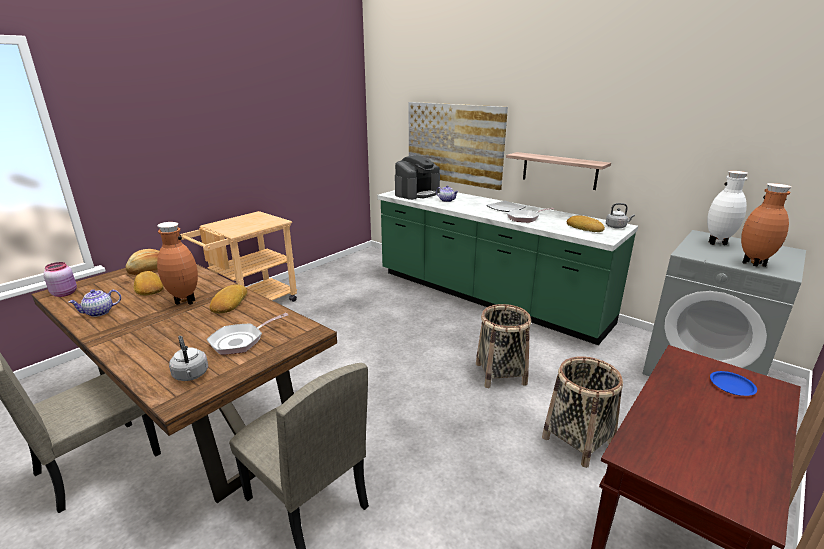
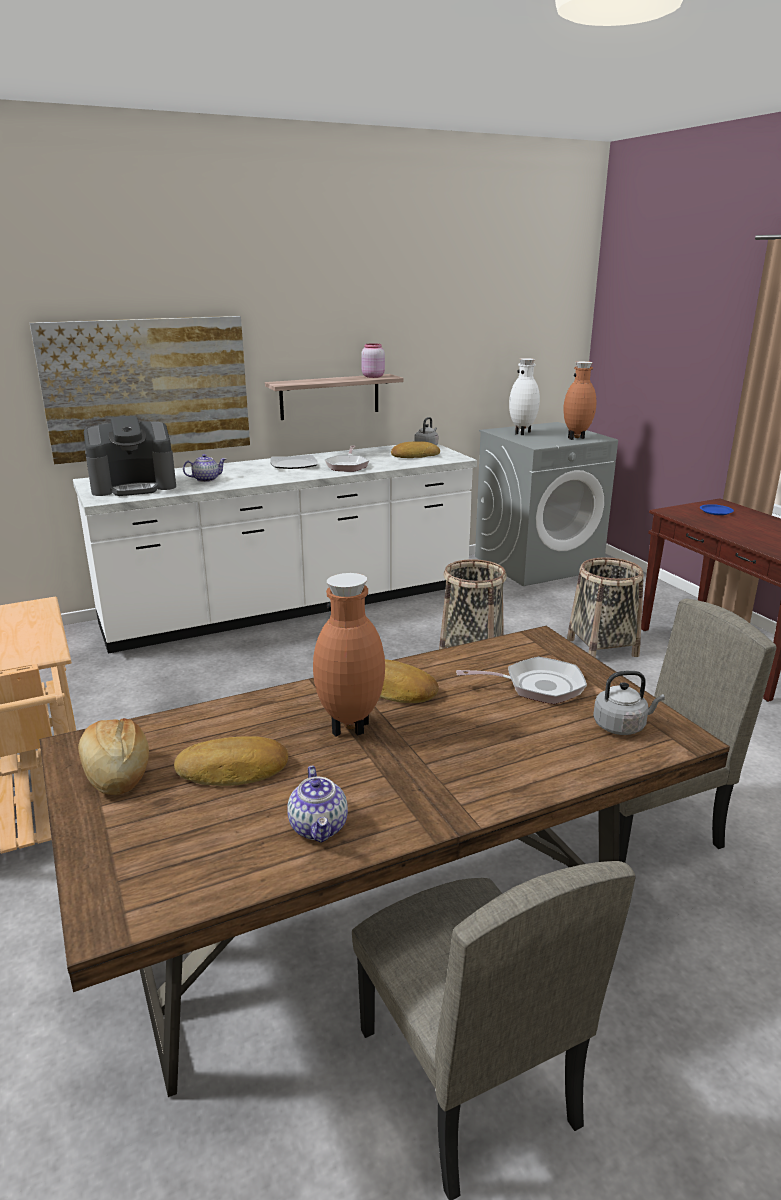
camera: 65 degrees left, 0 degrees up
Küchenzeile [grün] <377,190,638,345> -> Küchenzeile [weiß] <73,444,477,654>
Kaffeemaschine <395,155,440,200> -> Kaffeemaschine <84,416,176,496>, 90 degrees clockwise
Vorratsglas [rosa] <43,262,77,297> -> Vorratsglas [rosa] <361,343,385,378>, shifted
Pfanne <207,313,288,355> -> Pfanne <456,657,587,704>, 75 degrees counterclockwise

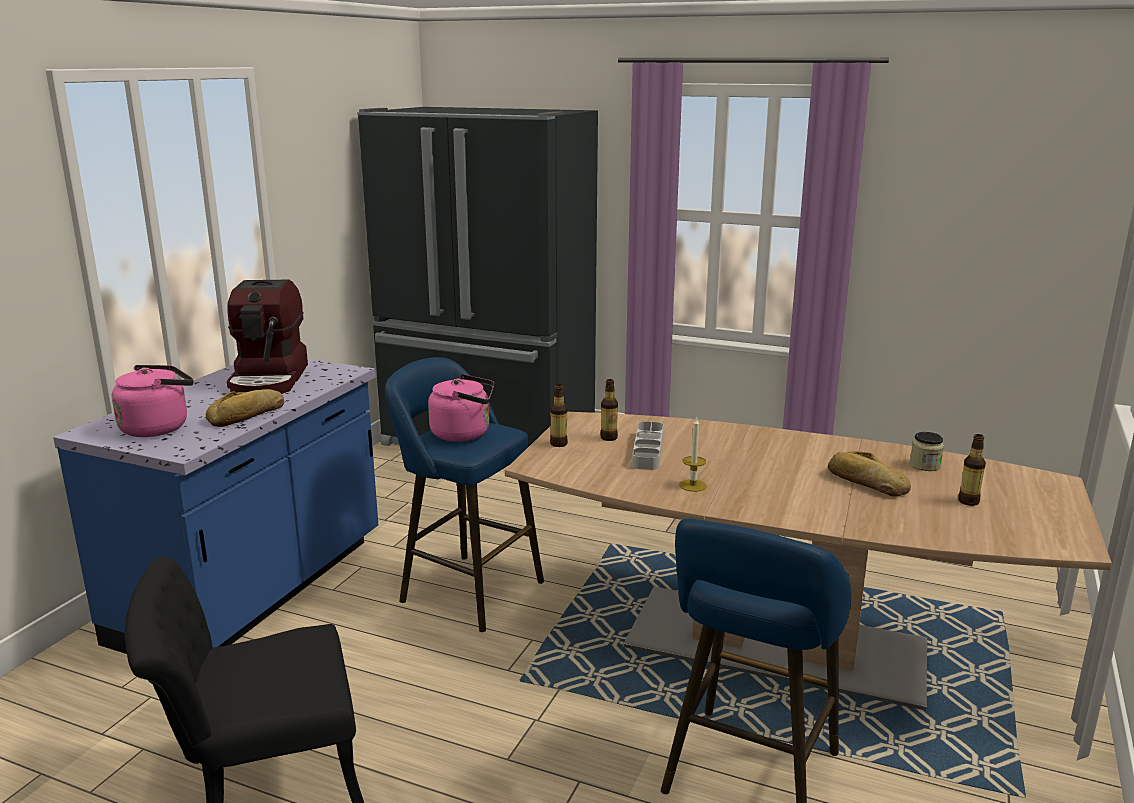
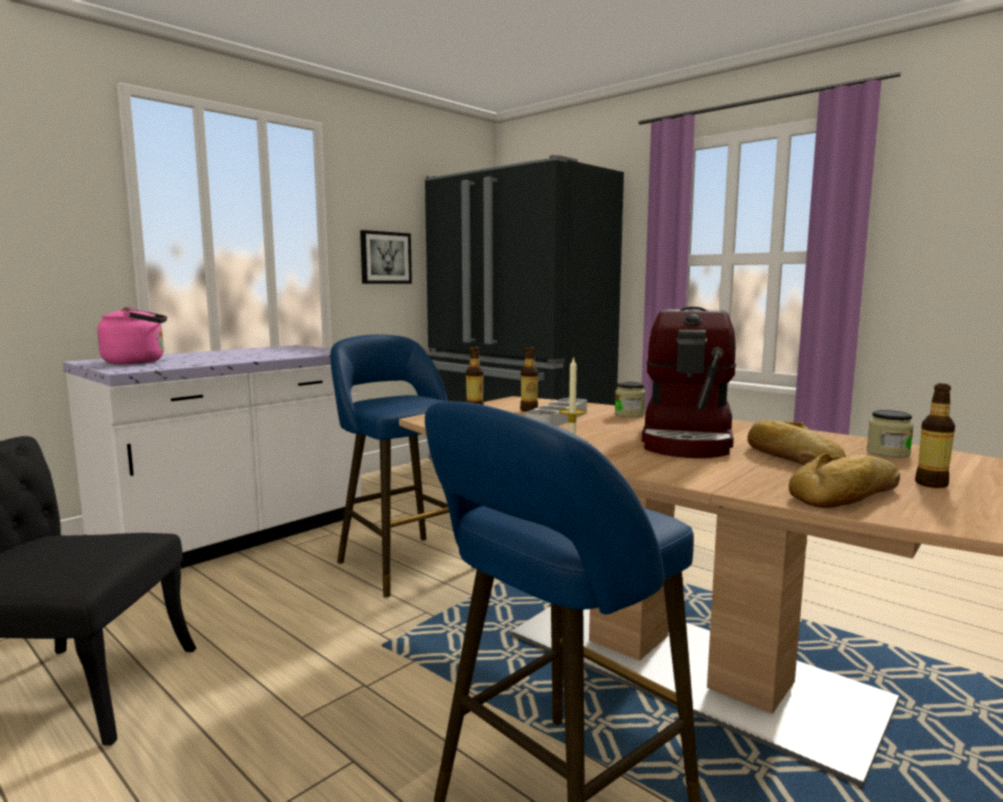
camera: 20 degrees right, 10 degrees down
Küchenzeile [blau] <53,359,378,654> -> Küchenzeile [weiß] <62,345,362,569>
none -> Bild <360,230,412,284>
none -> Vorratsglas <615,382,646,417>
Kaffeemaschine <227,280,308,394> -> Kaffeemaschine <642,307,736,458>, shifted
Brot <206,389,285,427> -> Brot <789,453,900,508>, shifted
Wasserkessel [rosa] <428,374,495,442> -> none

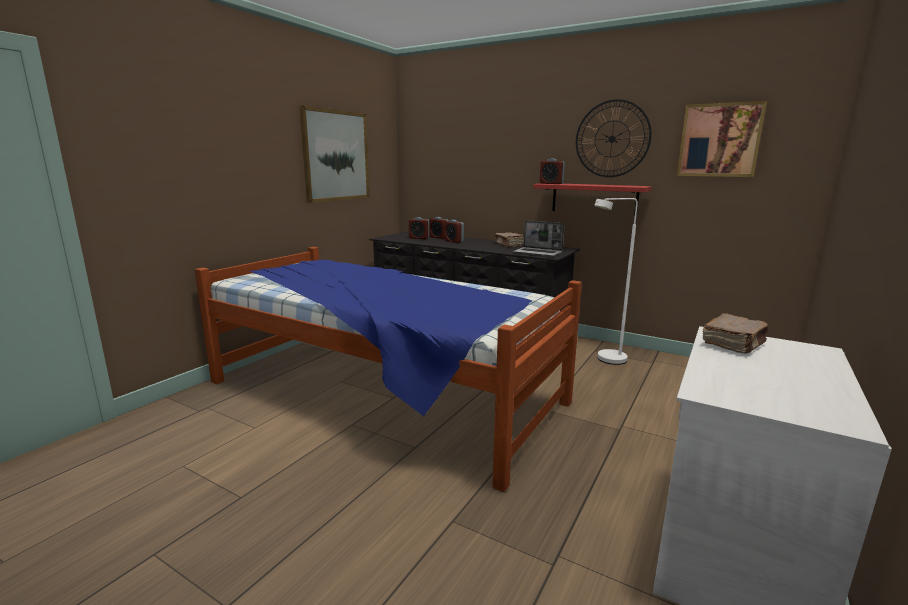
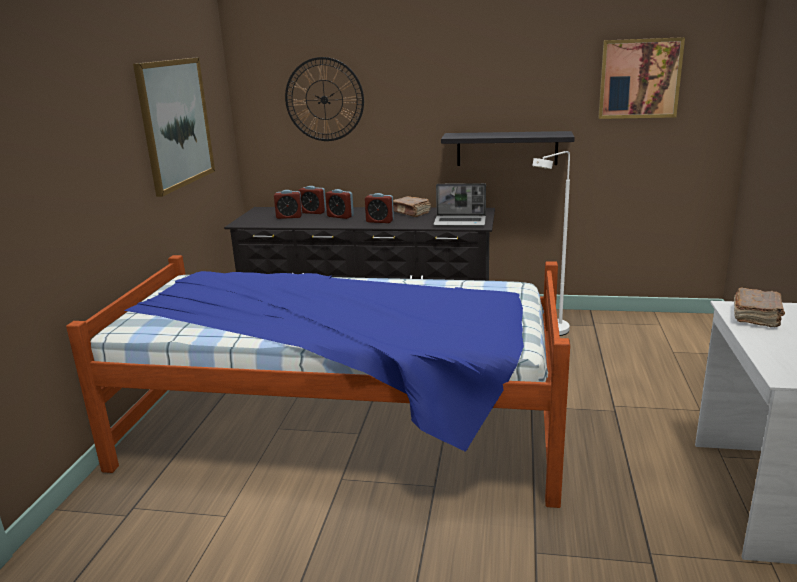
camera: 20 degrees left, 5 degrees up
Wanduhr <576,99,652,177> -> Wanduhr <285,57,364,141>, shifted
Wecker <540,159,565,184> -> Wecker <365,193,394,223>, shifted
Wandregal [rot] <534,183,652,216> -> Wandregal [schwarz] <441,131,575,166>

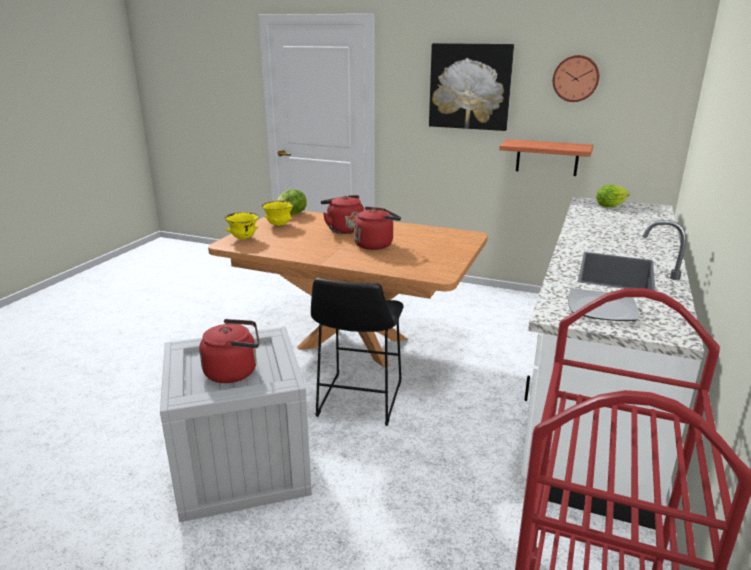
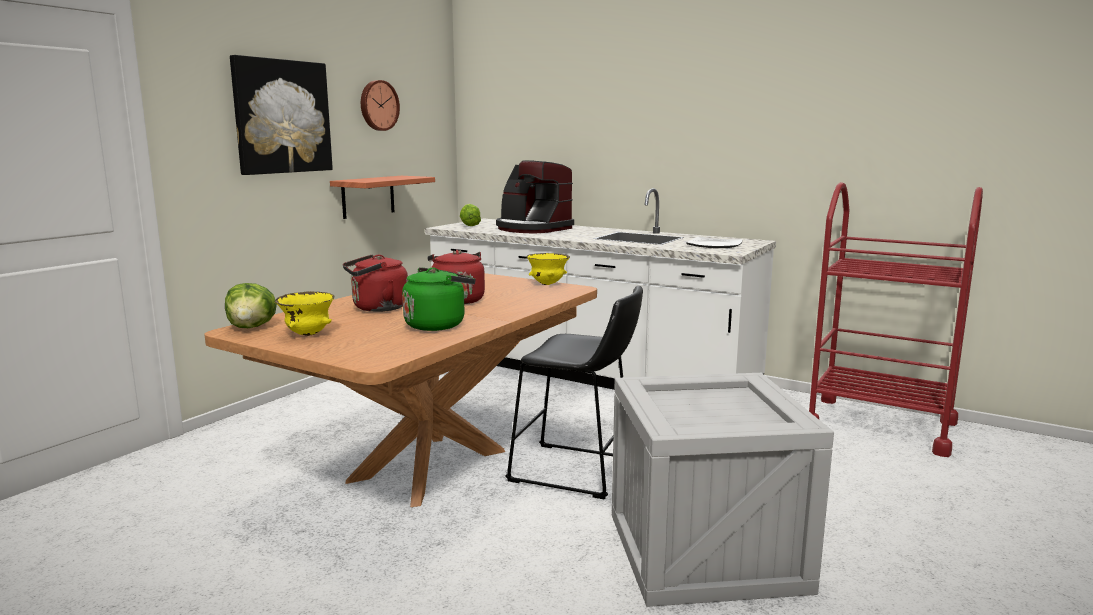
camera: 80 degrees left, 10 degrees down
none -> Wasserkessel [grün] <402,267,476,331>
none -> Kaffeemaschine <496,160,574,233>
Schüssel [gelb] <225,212,259,239> -> Schüssel [gelb] <527,253,570,285>, shifted
Wasserkessel [rot] <199,319,259,383> -> none

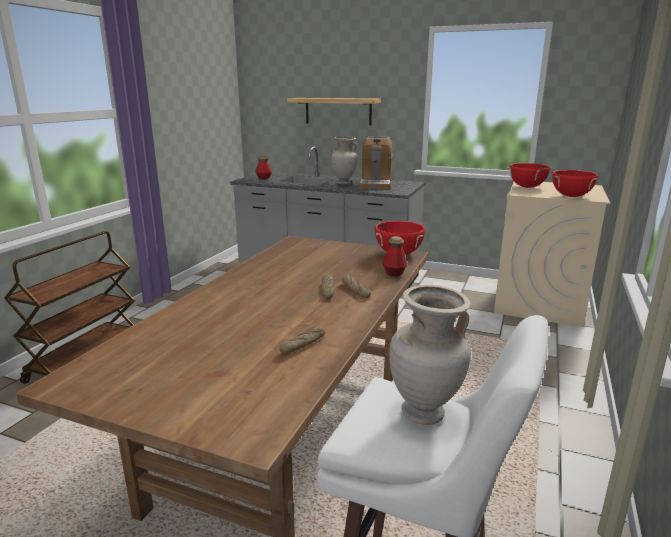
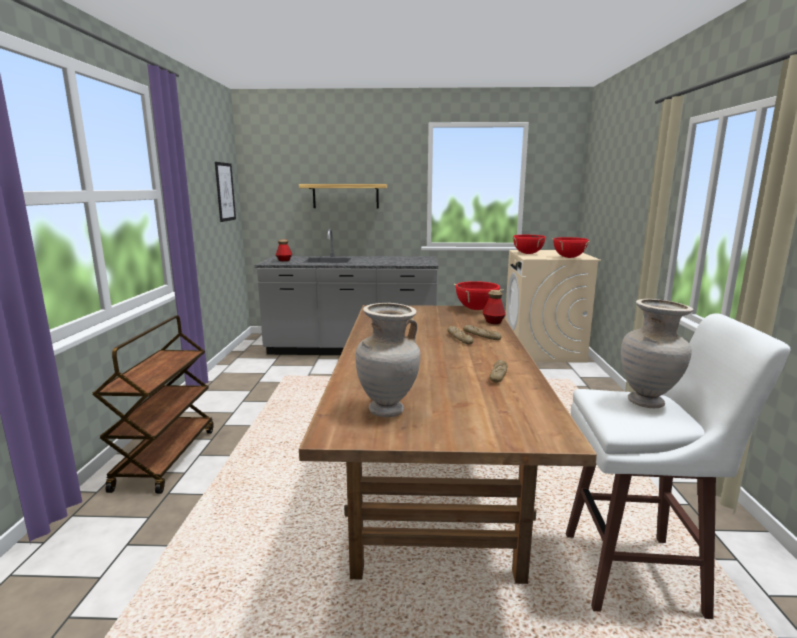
camera: 20 degrees left, 5 degrees down
none -> Bild <215,162,236,222>
Vase [beige] <331,136,358,184> -> Vase [beige] <355,303,420,417>, shifted
Kaffeemaschine <359,136,393,190> -> none

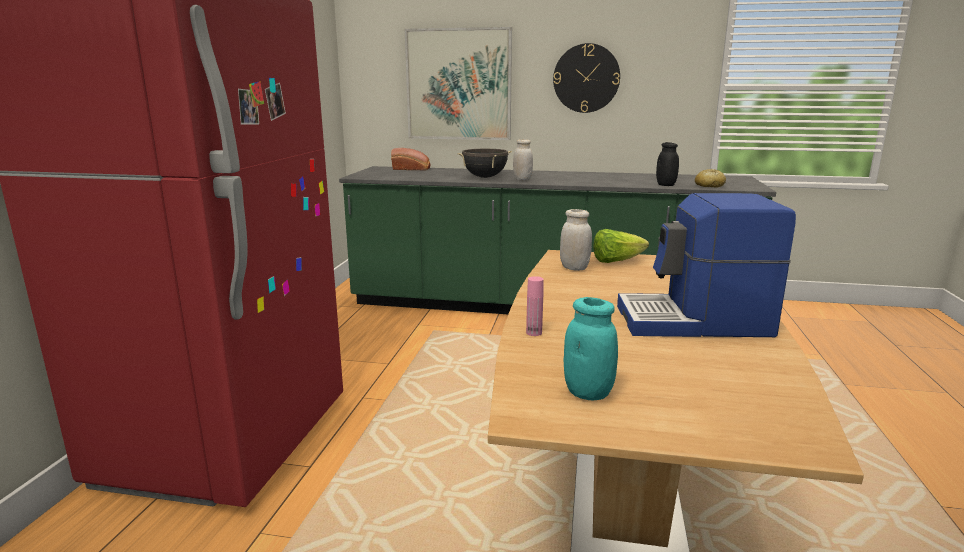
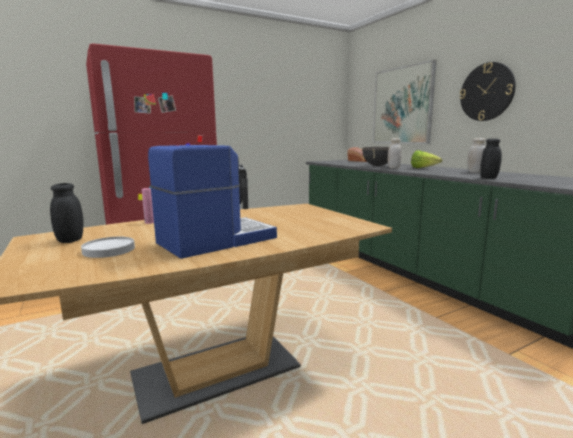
camera: 50 degrees right, 5 degrees down
Vorratsglas [türkis] <563,297,618,400> -> Vorratsglas [schwarz] <50,183,84,243>
none -> Teller [weiß] <81,237,135,258>
Kaffeemaschine <617,193,796,337> -> Kaffeemaschine <148,145,277,259>, 90 degrees clockwise
Salatkopf <594,229,649,263> -> Salatkopf <411,150,442,168>, shifted
Vorratsglas [weiß] <560,209,592,271> -> Vorratsglas [weiß] <467,138,486,173>, shifted
Brot <695,169,726,187> -> none

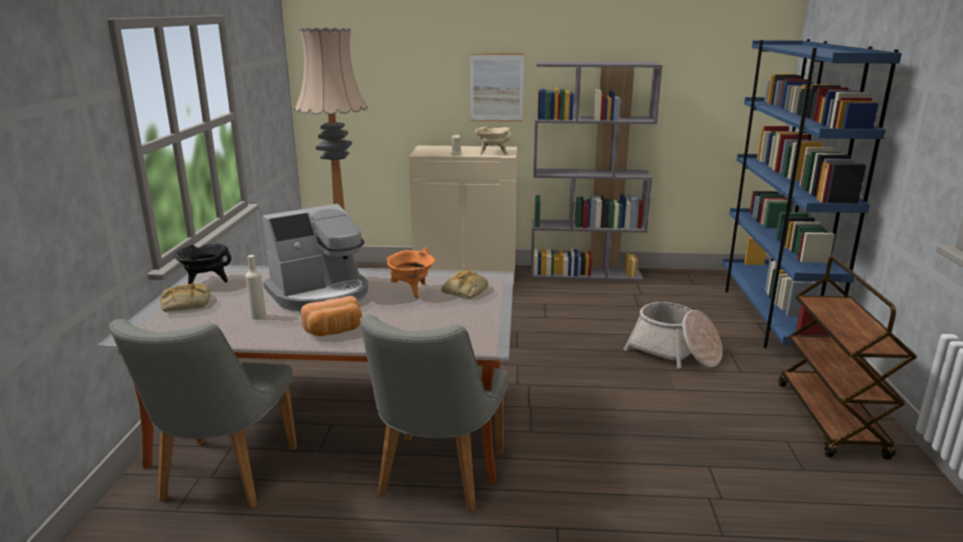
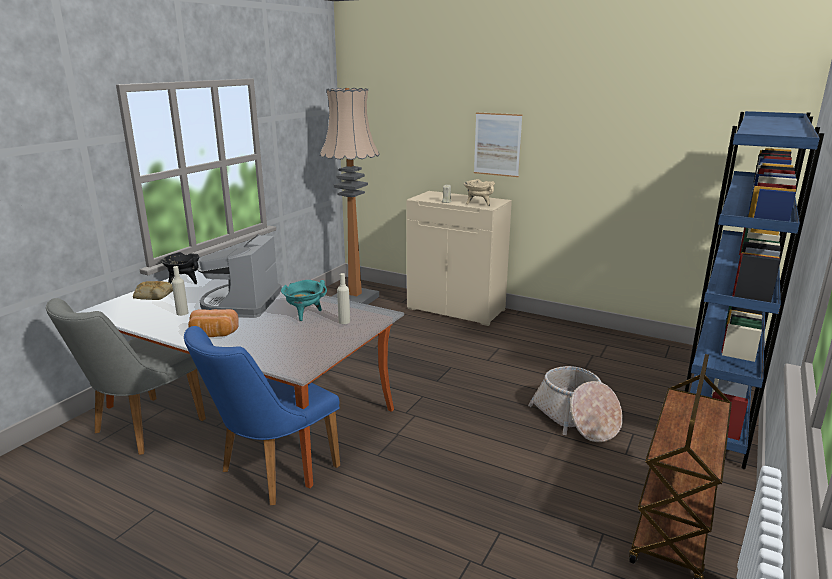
camera: 25 degrees right, 0 degrees up
Stuhl [grau] <360,315,509,512> -> Stuhl [blau] <184,326,340,505>
Kaffeemaschine <262,204,368,311> -> Kaffeemaschine <197,234,282,318>, 105 degrees clockwise
Kochtopf [orange] <387,248,435,298> -> Kochtopf [türkis] <281,280,327,321>
Brot <441,270,488,299> -> Flasche [beige] <337,273,350,324>
Bücherregal [grau] <531,62,663,281> -> none

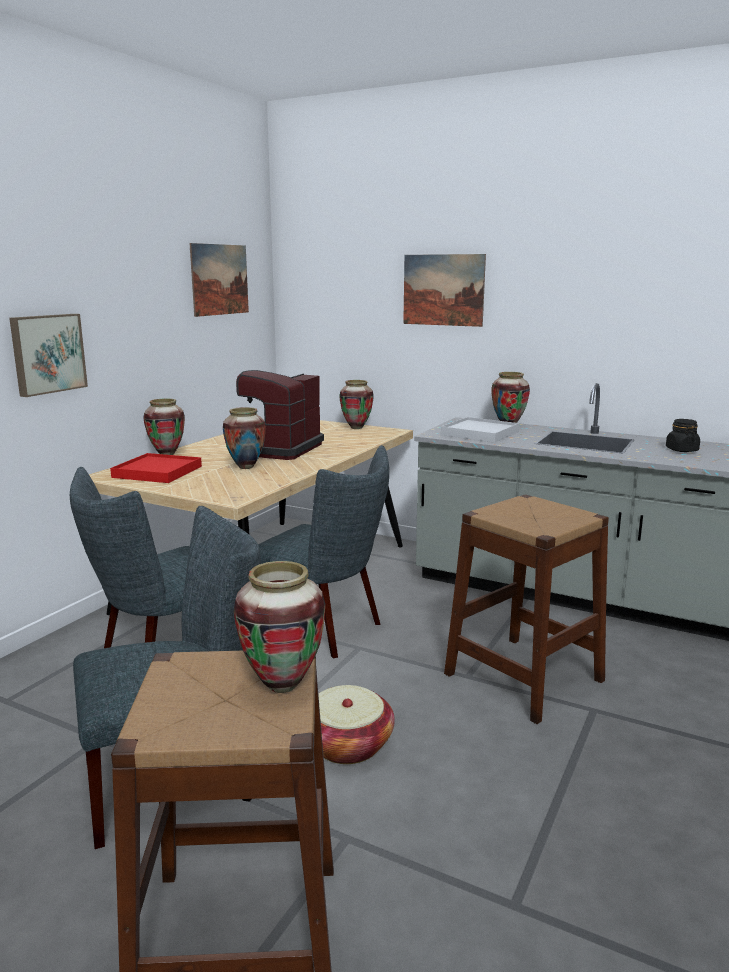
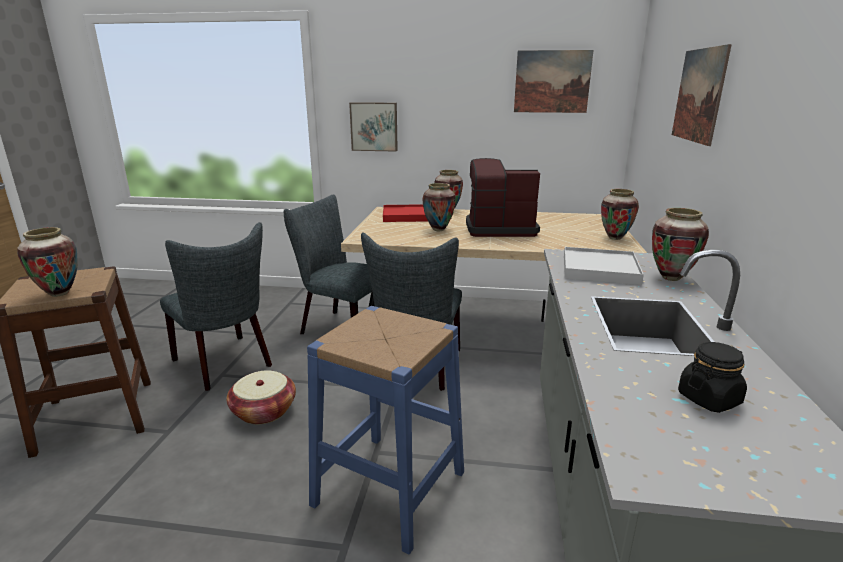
camera: 70 degrees right, 5 degrees up
Hocker [braun] <444,494,609,724> -> Hocker [blau] <307,306,464,554>

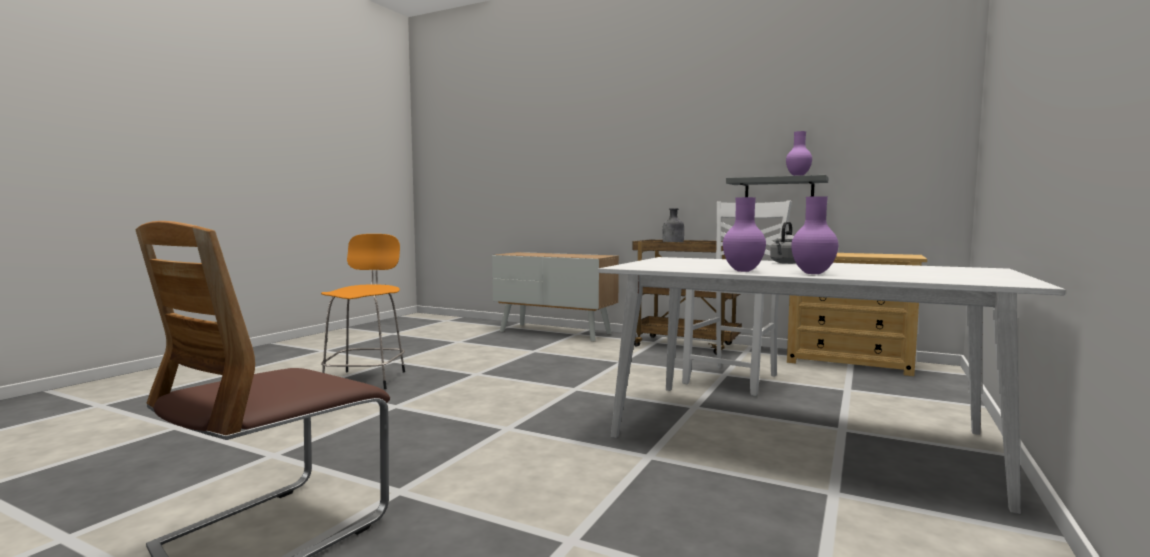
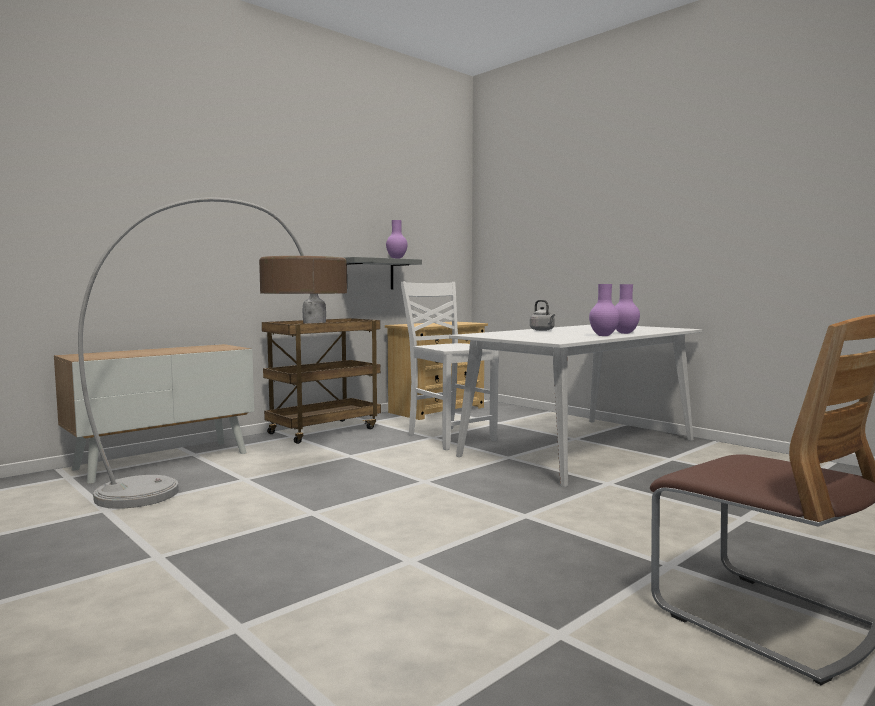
camera: 70 degrees left, 0 degrees up
none -> Stehlampe <78,198,347,509>
Hocker [orange] <321,234,405,389> -> none

